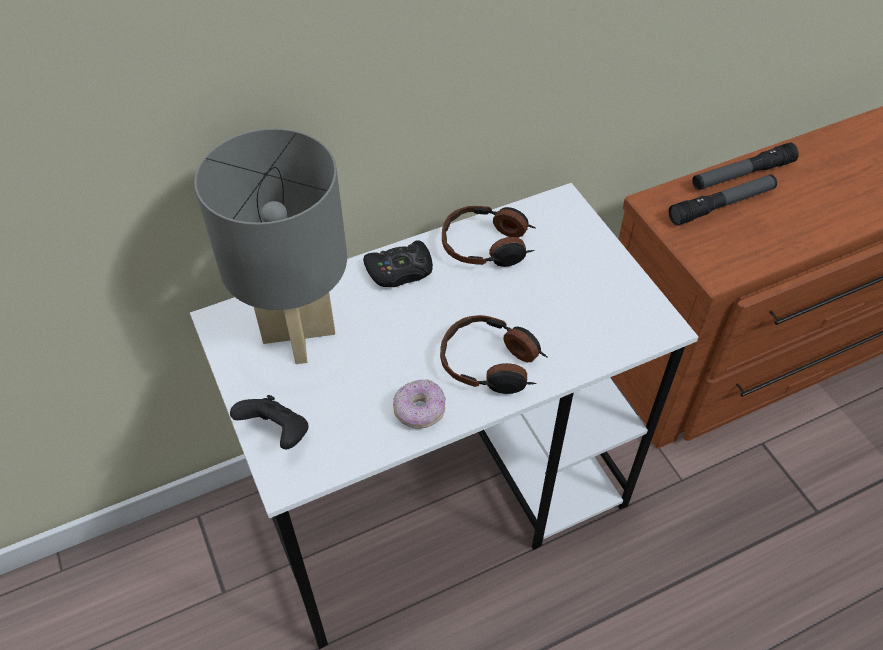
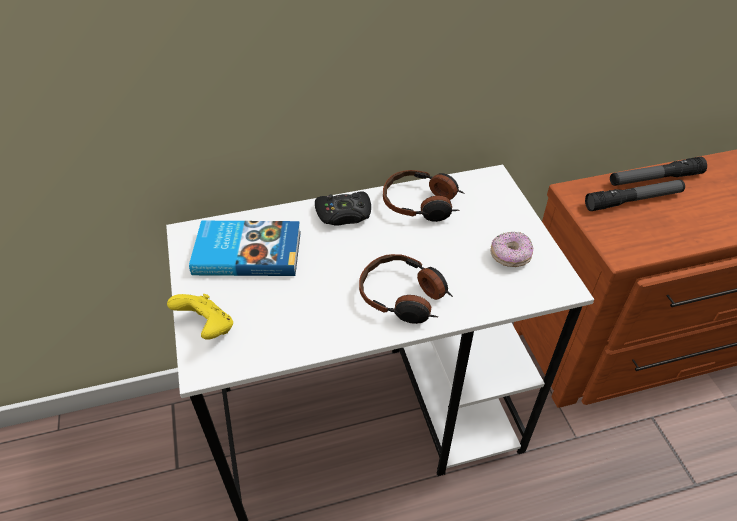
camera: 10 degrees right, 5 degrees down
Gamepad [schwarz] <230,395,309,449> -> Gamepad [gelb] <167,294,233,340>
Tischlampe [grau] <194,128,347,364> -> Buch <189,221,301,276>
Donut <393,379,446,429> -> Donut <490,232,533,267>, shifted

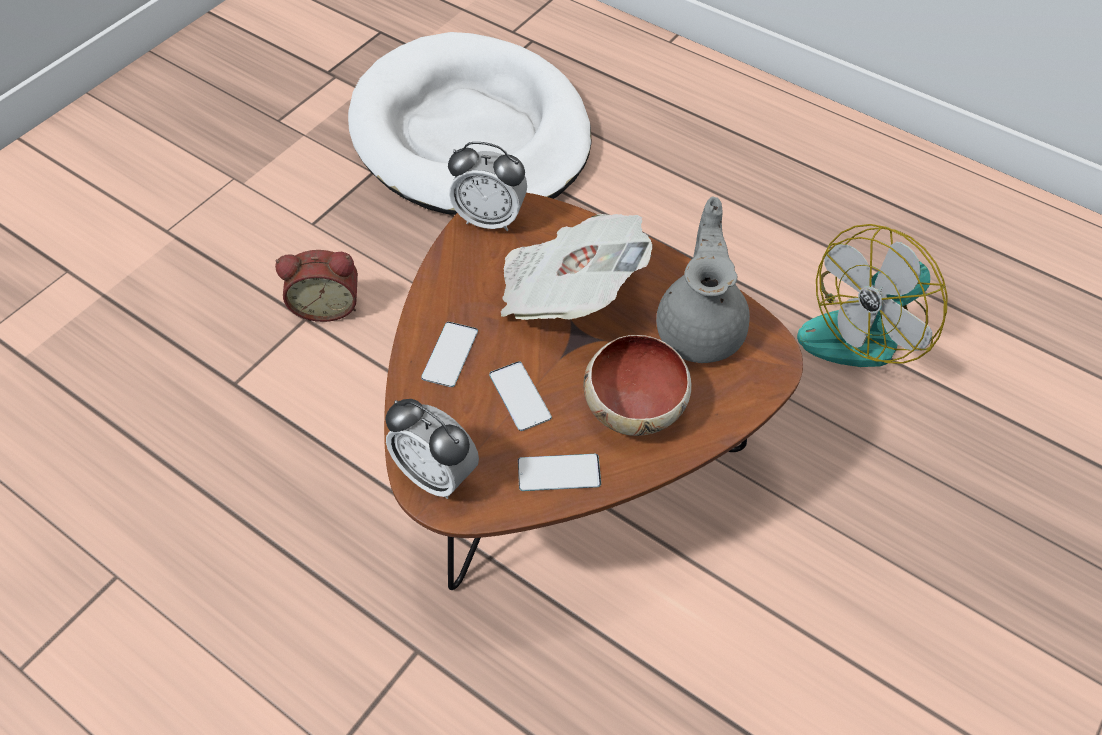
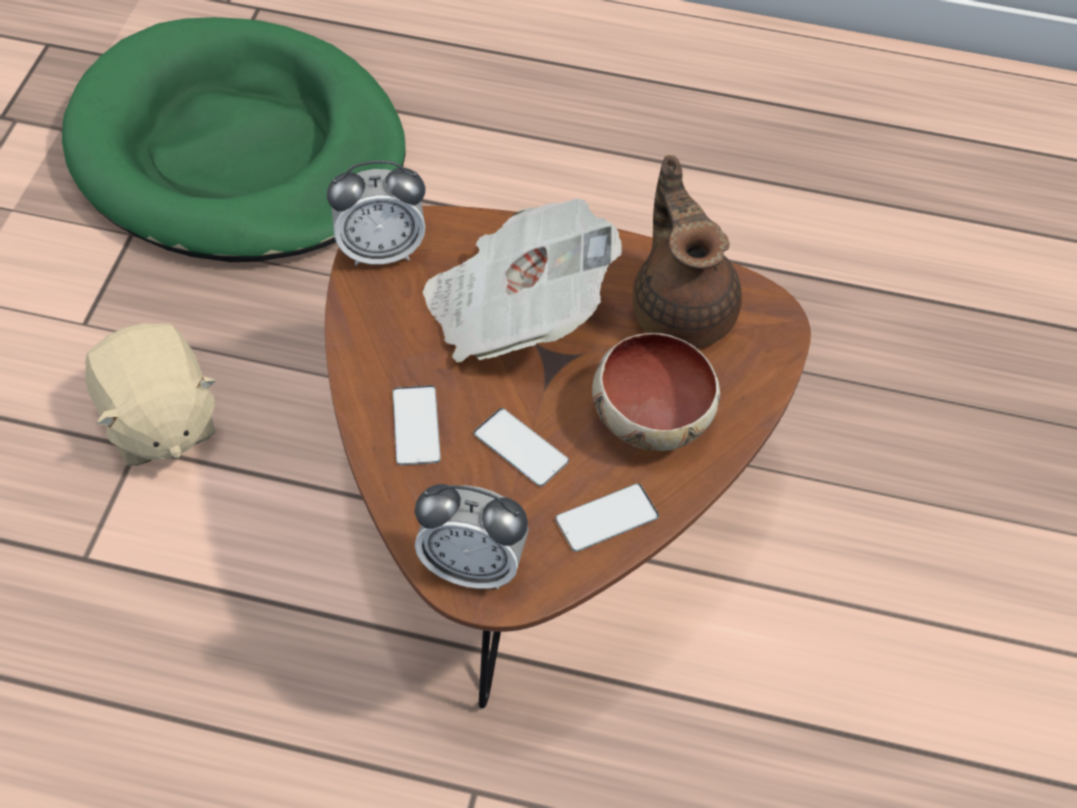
camera: 25 degrees left, 0 degrees up
Hundebett [weiß] <348,32,592,215> -> Hundebett [grün] <62,17,406,262>
Wecker <275,250,358,322> -> Plüschtier [beige] <85,323,217,466>
Teekanne [grau] <656,196,750,363> -> Teekanne [braun] <632,155,742,348>
Ventilator <797,224,948,367> -> none

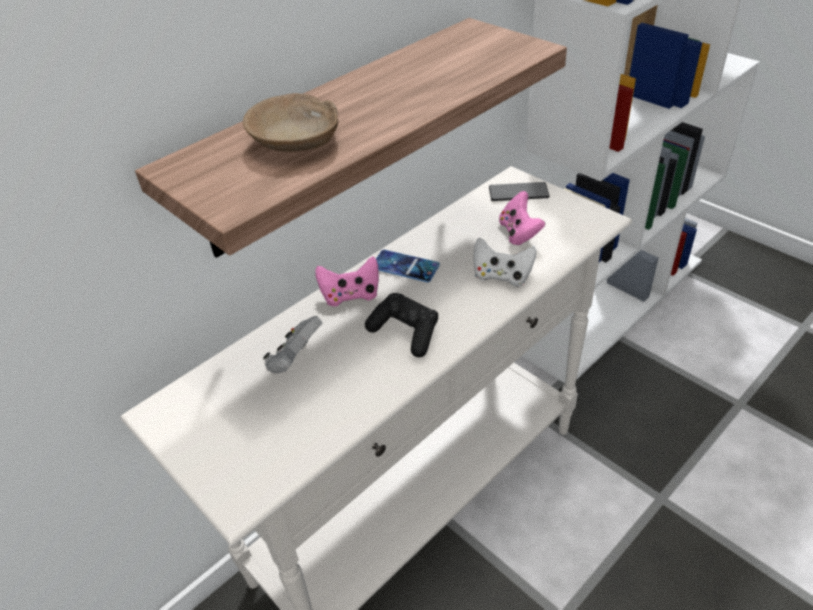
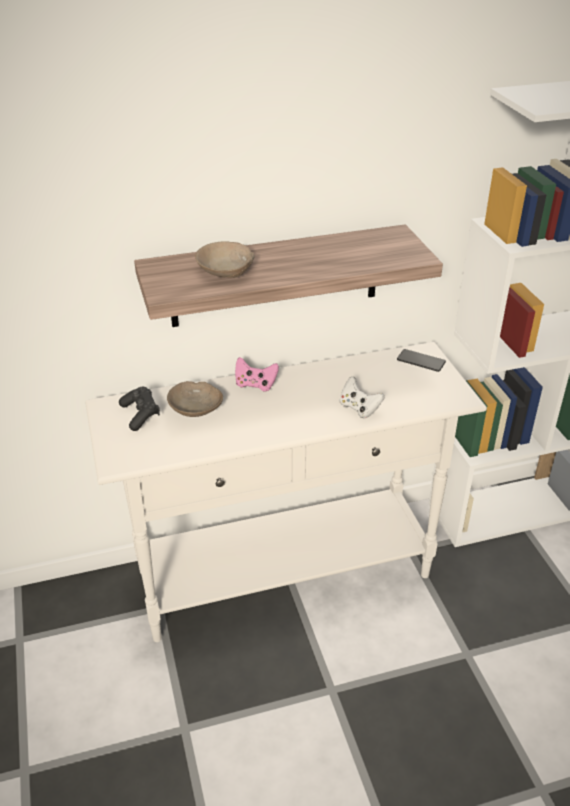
camera: 25 degrees right, 5 degrees down
Gamepad [schwarz] <365,293,438,358> -> Gamepad [schwarz] <119,387,160,431>, shifted
Gamepad [weiß] <263,316,323,374> -> Schüssel [beige] <167,381,223,417>
Handy <376,250,440,282> -> none
Gamepad [rosa] <499,191,545,245> -> none

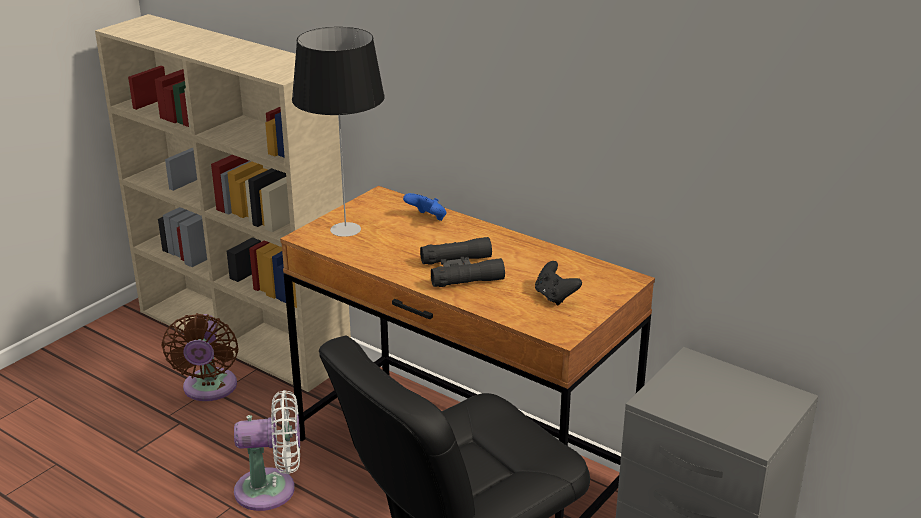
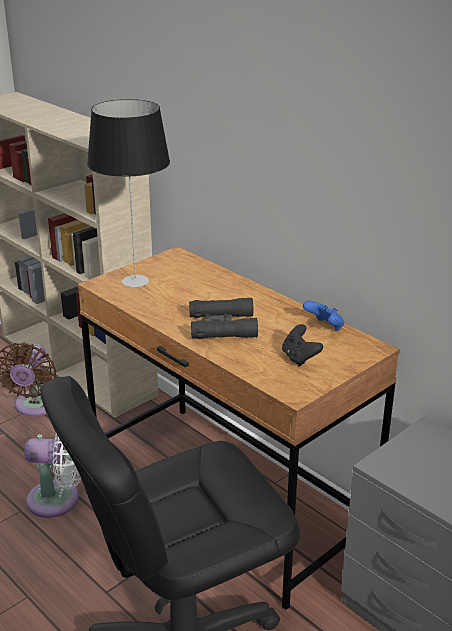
camera: 10 degrees right, 0 degrees up
Gamepad [blau] <403,193,447,221> -> Gamepad [blau] <303,301,345,331>, shifted

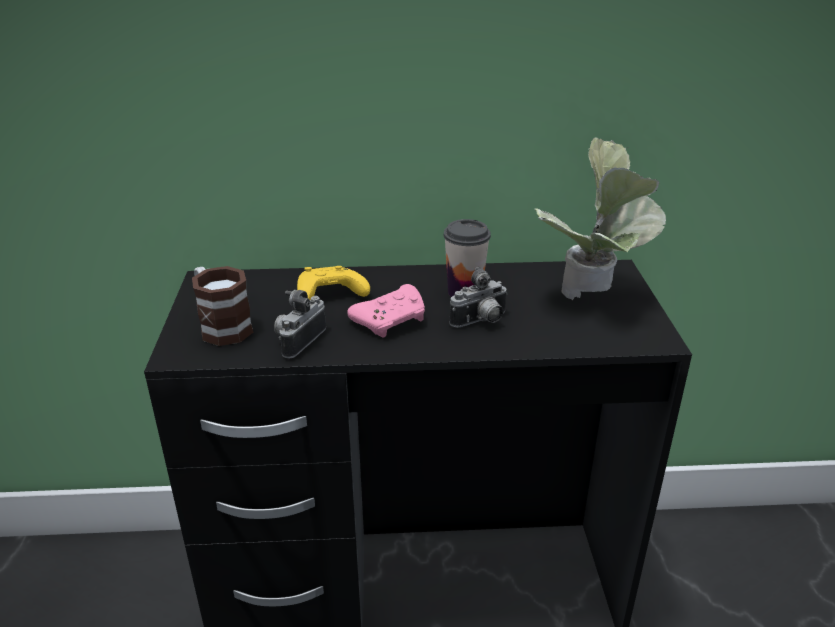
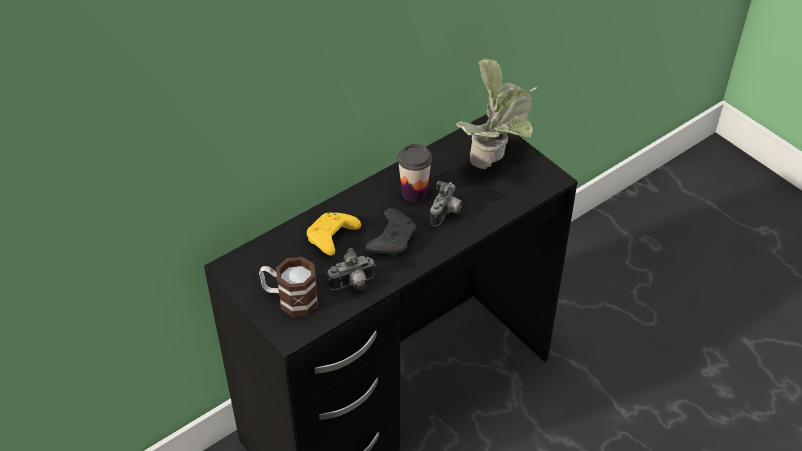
camera: 35 degrees left, 15 degrees up
Kamera <274,290,326,358> -> Kamera <328,248,375,290>, 105 degrees counterclockwise
Gamepad [rosa] <347,284,425,338> -> Gamepad [schwarz] <366,208,417,256>

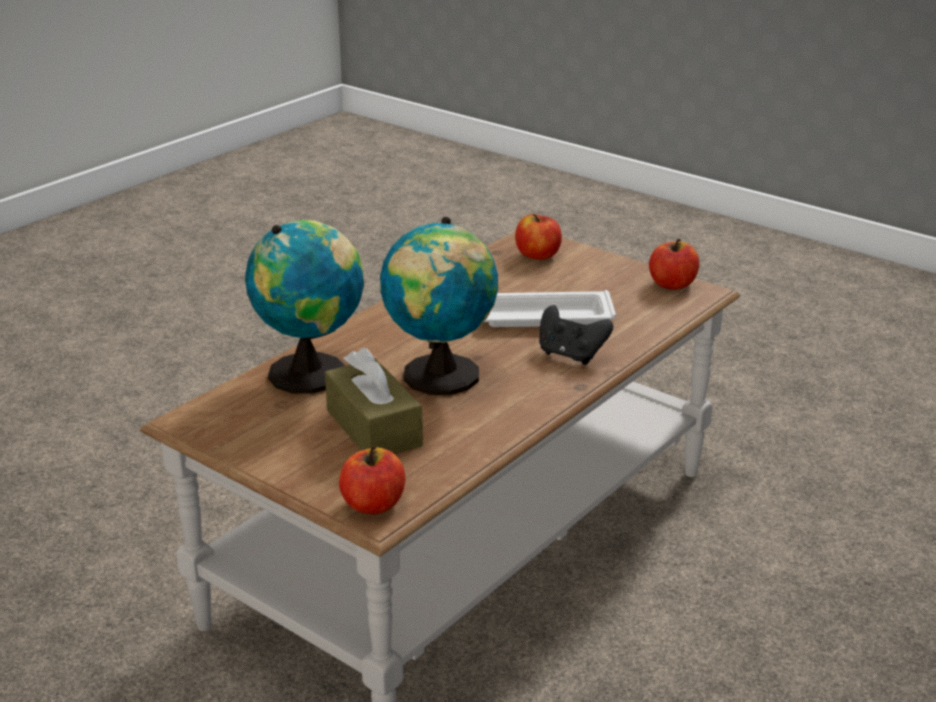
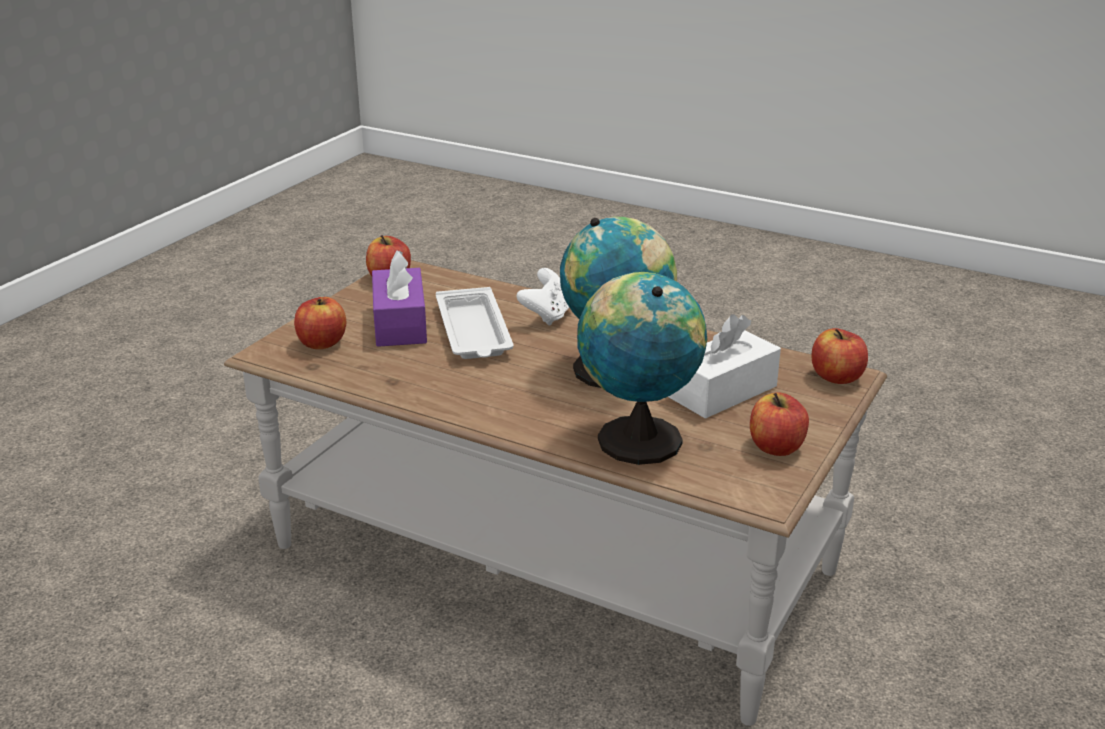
camera: 100 degrees left, 0 degrees up
none -> Taschentuchbox [lila] <372,250,427,347>
Gamepad [schwarz] <539,305,613,365> -> Gamepad [weiß] <517,268,569,326>
Taschentuchbox [braun] <325,347,423,454> -> Taschentuchbox [weiß] <668,314,781,419>
none -> Apfel <750,393,809,456>

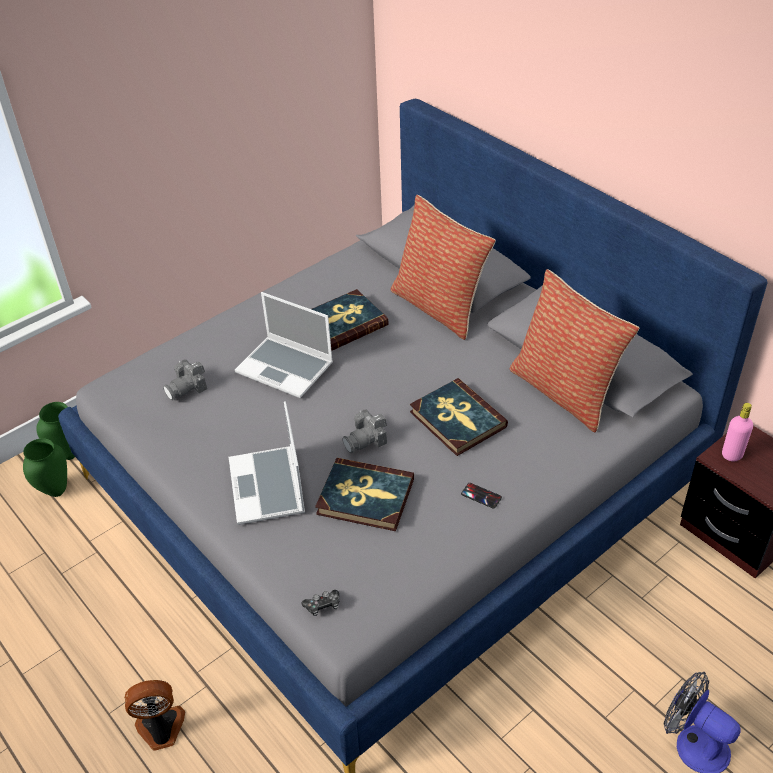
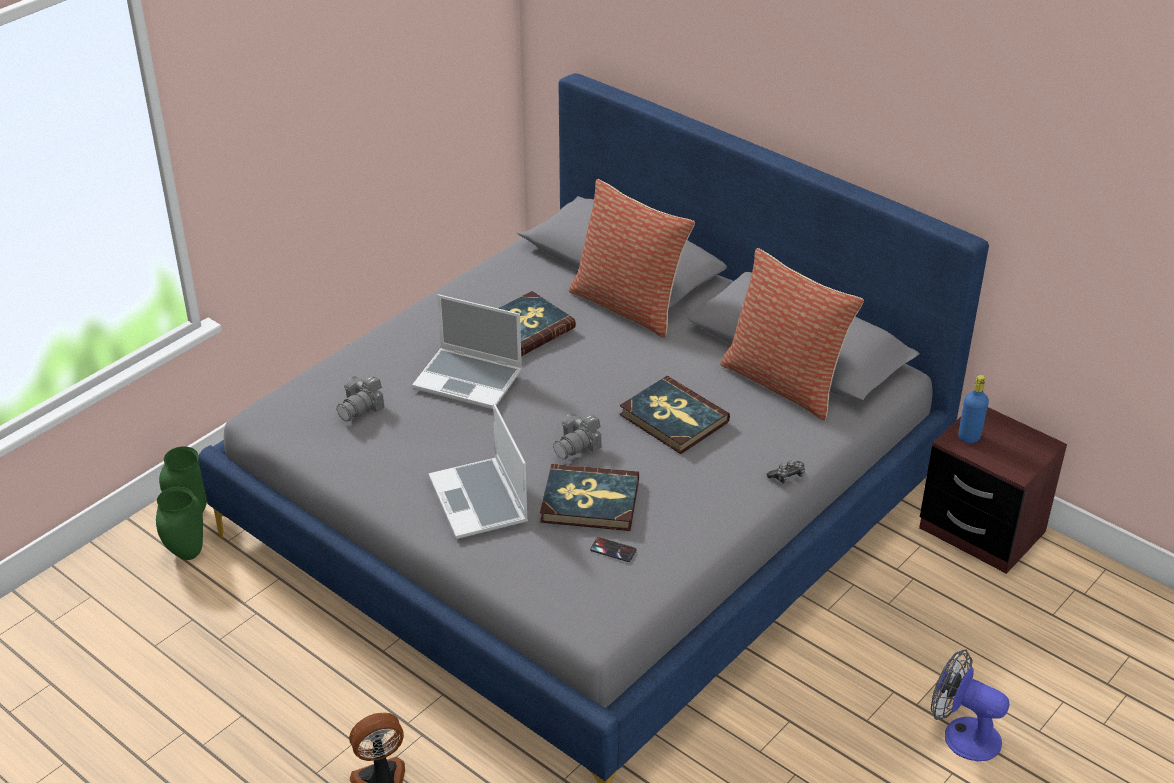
camera: 10 degrees left, 5 degrees down
Handy <461,483,502,509> -> Handy <590,537,637,562>, shifted
Gamepad <302,590,339,616> -> Gamepad <767,460,805,484>, shifted
Flasche [rosa] <722,403,753,461> -> Flasche [blau] <958,375,989,443>

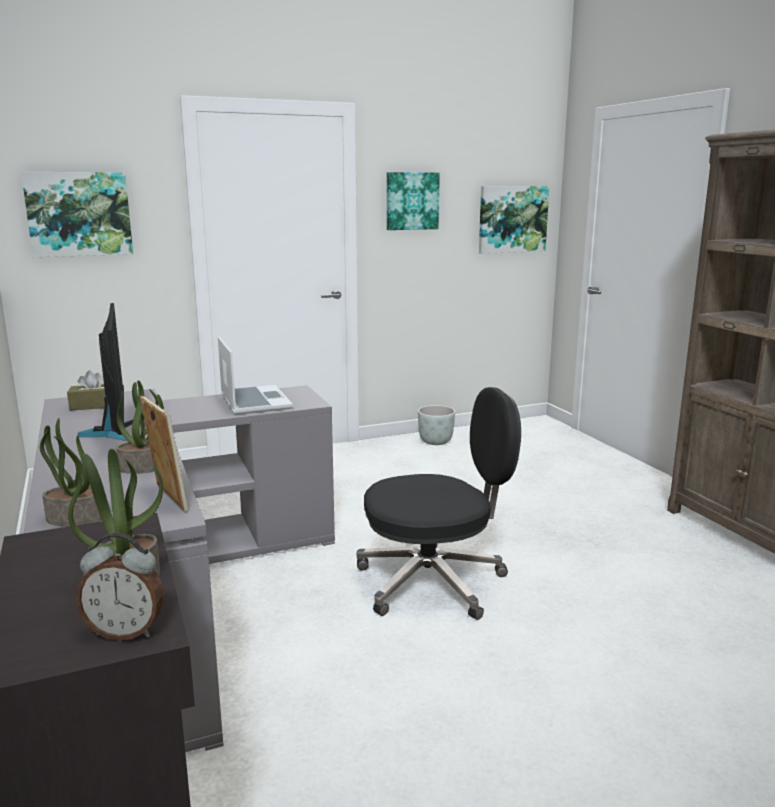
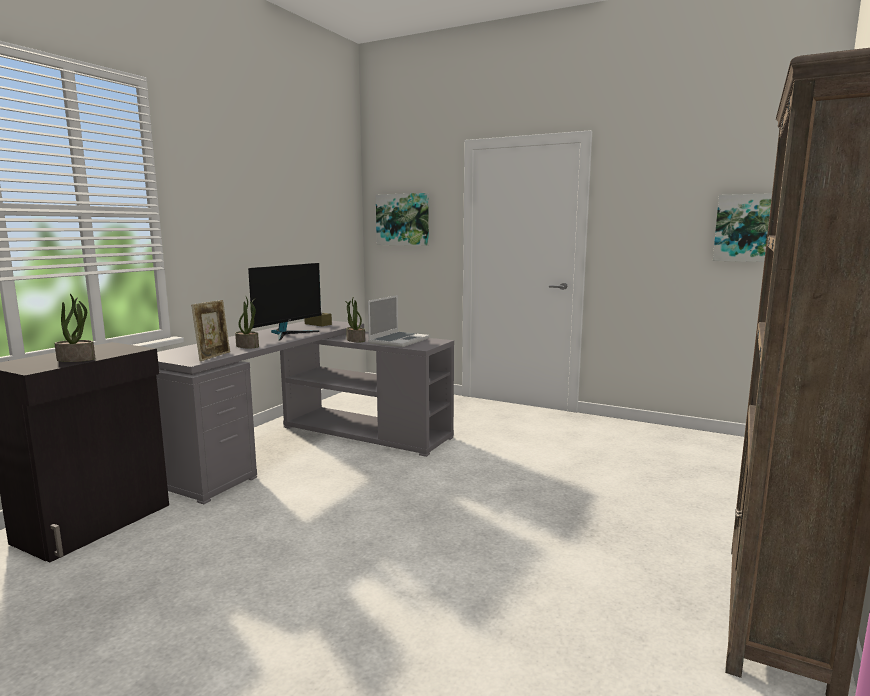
camera: 50 degrees right, 5 degrees down
Topfpflanze <40,418,102,526> -> Topfpflanze <345,296,365,342>, shifted
Wecker <76,533,164,641> -> none
Bürostuhl [schwarz] <356,387,521,620> -> none
Bild <387,172,440,230> -> none
Pflanzkübel [grau] <418,405,455,445> -> none

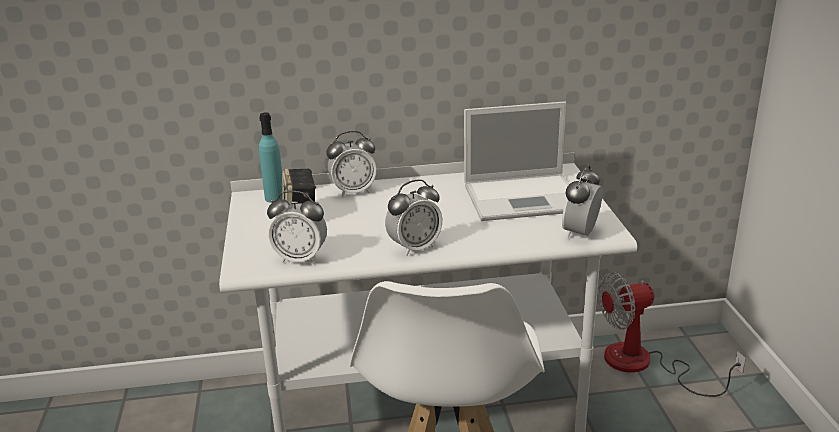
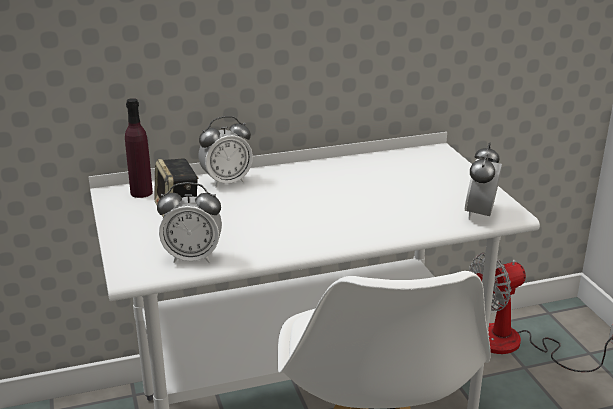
camera: 10 degrees left, 0 degrees up
Flasche [türkis] <259,112,282,203> -> Flasche [lila] <125,98,153,198>
Wecker <385,179,442,256> -> none
Laptop <464,101,569,221> -> none

